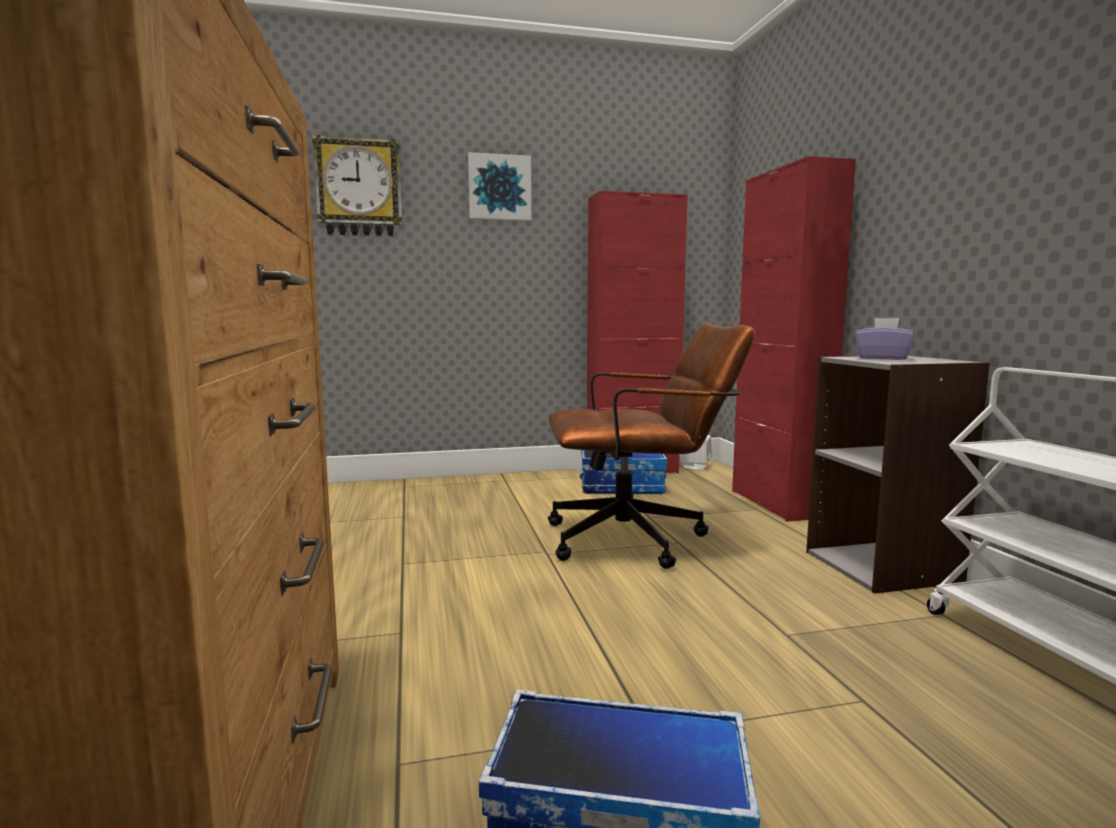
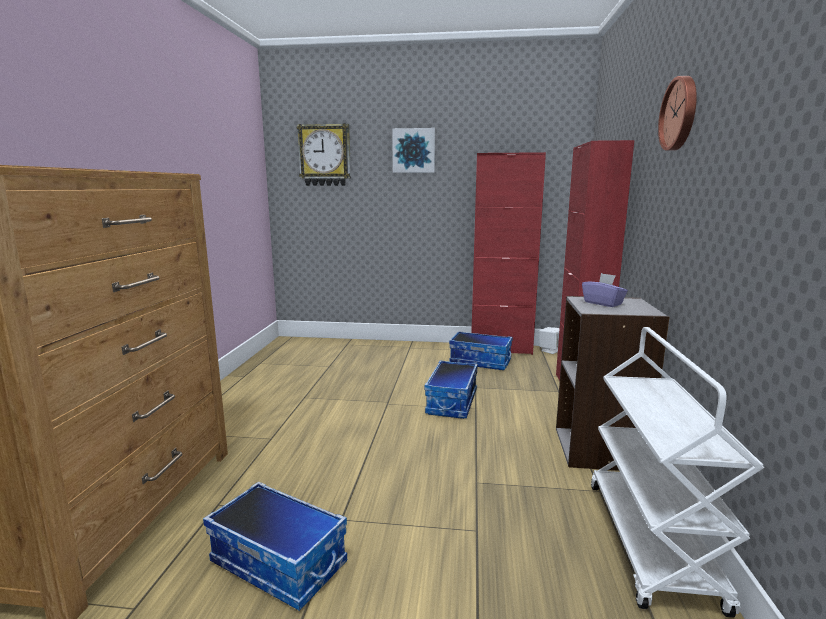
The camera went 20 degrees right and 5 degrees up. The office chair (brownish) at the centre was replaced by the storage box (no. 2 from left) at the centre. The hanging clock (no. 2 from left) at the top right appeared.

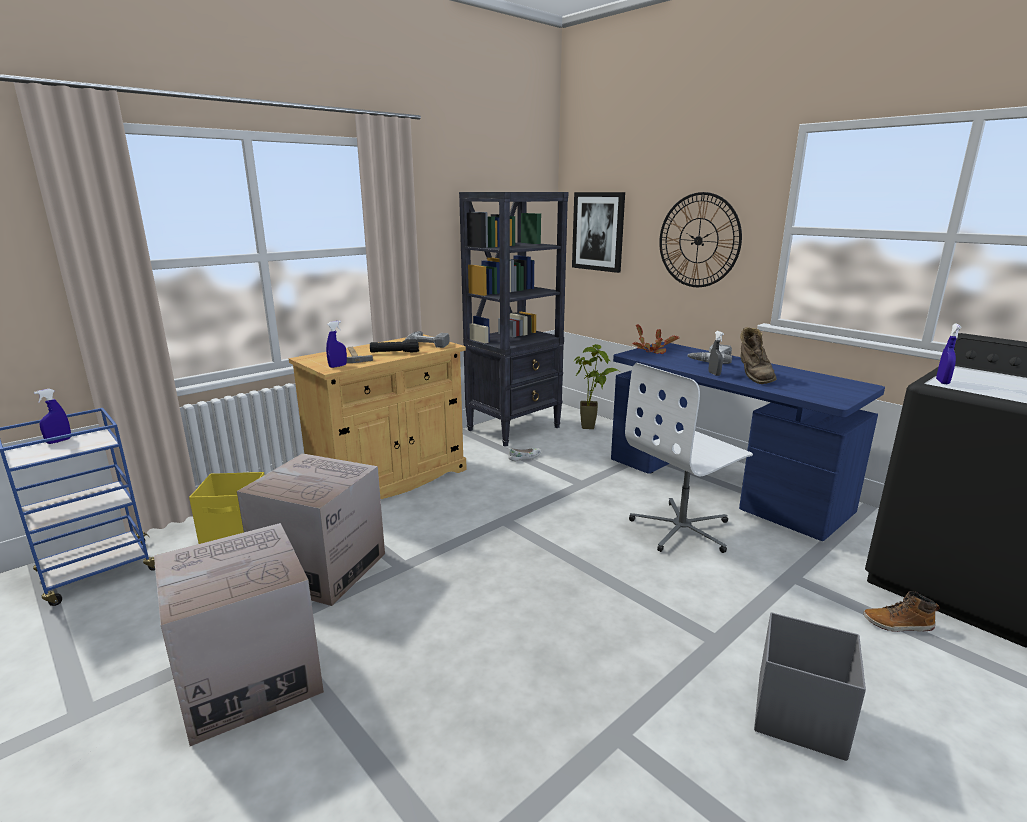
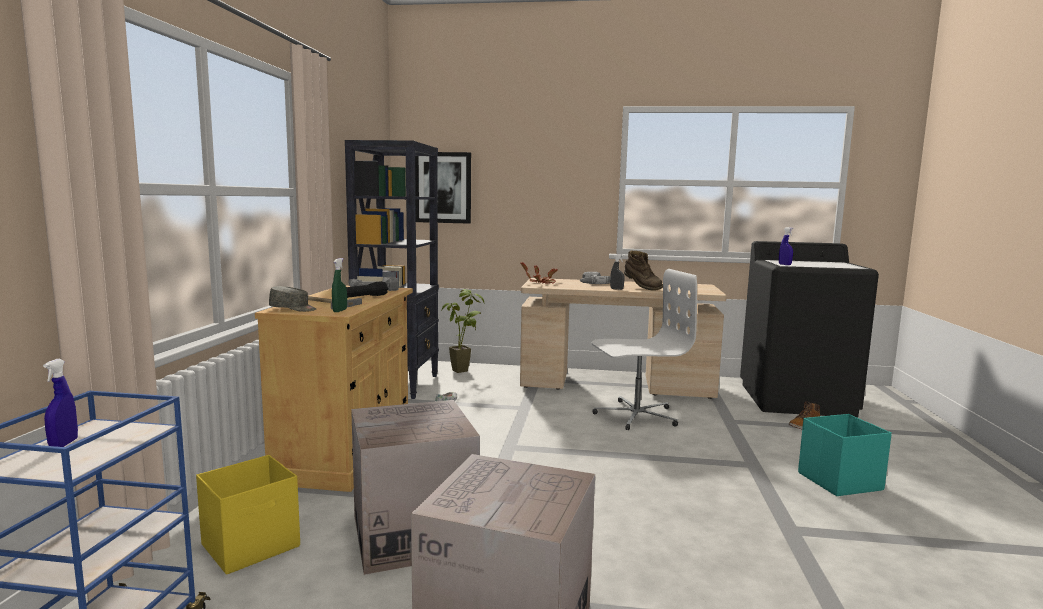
The camera went 40 degrees left and 10 degrees down. The hanging clock at the top right disappeared. The sprayer (blue) (no. 2 from left) at the middle left became the sprayer (green) at the middle left. The desk table (blue) at the middle right became the desk table (beige-coloured) at the centre. The office chair (white) at the middle right turned 120 degrees counterclockwise. The storage box (grey) at the bottom right became the storage box (turquoise) at the bottom right. The cap (grey) at the middle left appeared.

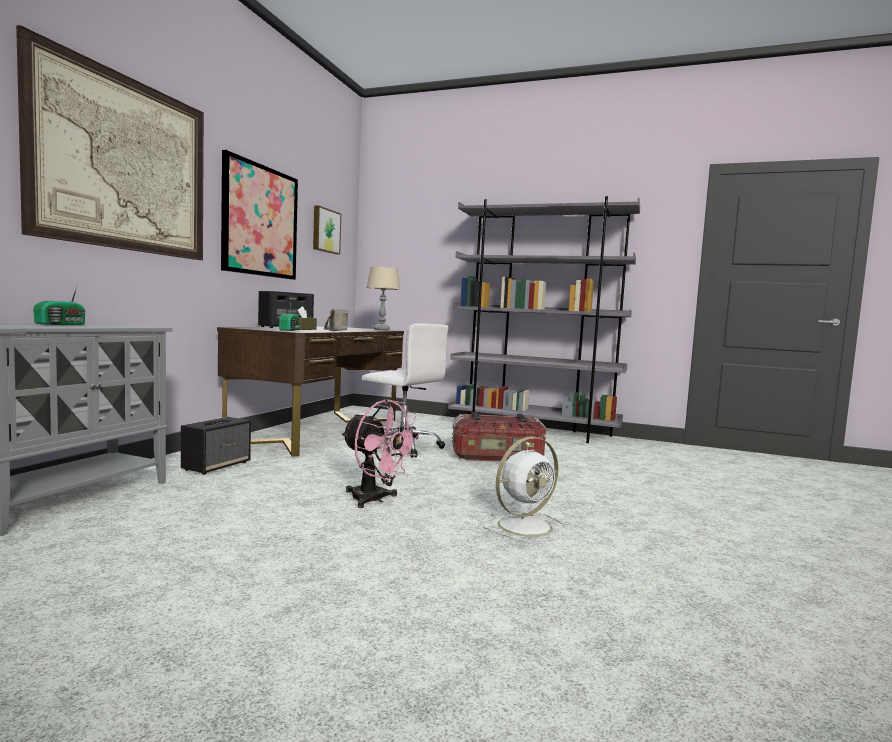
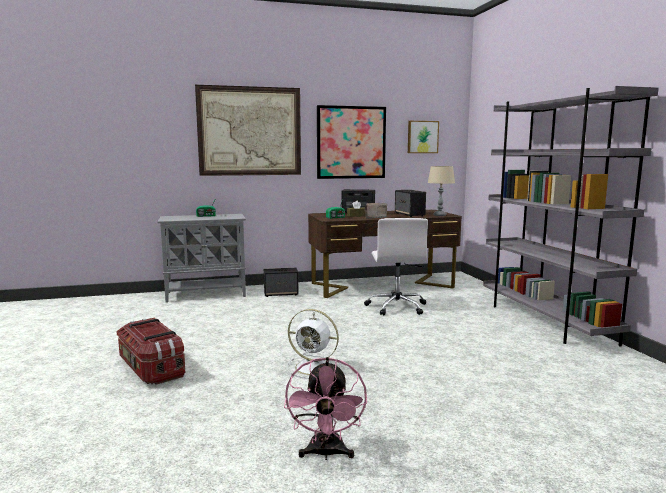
The camera went 55 degrees right and 5 degrees up. The fan (pinkish) moved from the centre to the bottom centre. The storage box moved from the centre to the bottom left. The speaker (no. 3 from left) at the centre appeared.

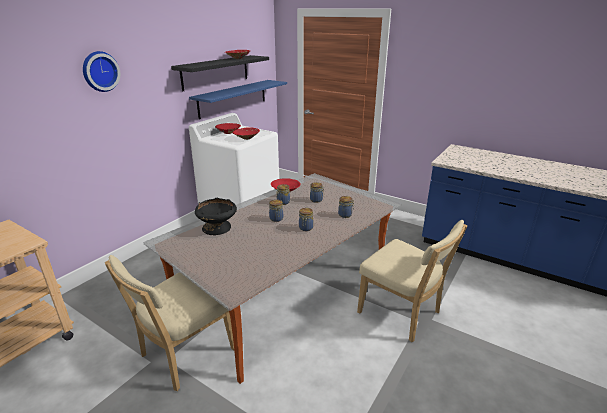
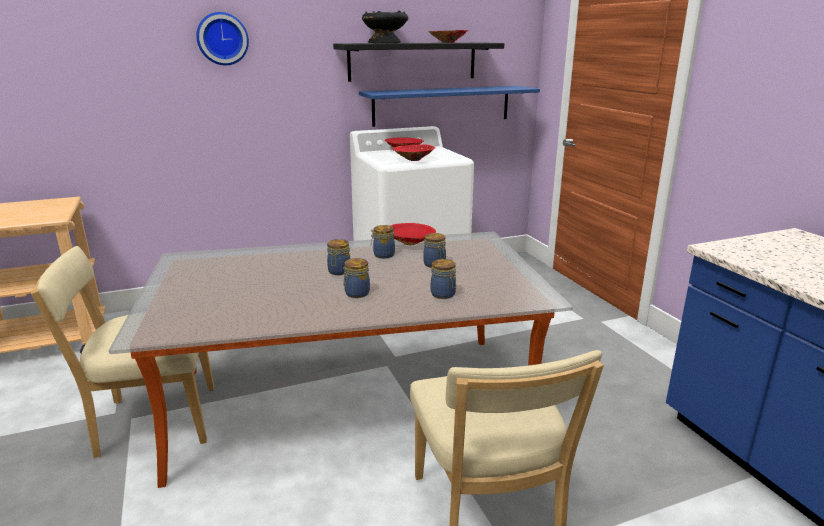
The camera went 35 degrees right and 5 degrees down. The deep dish (black) moved from the centre to the top centre.

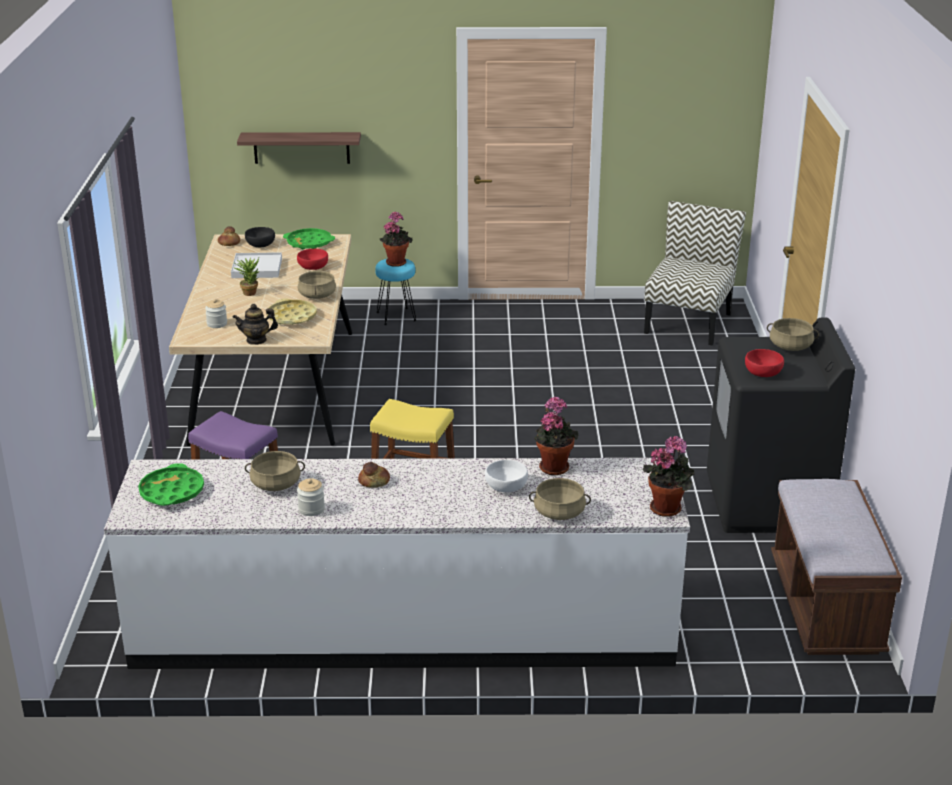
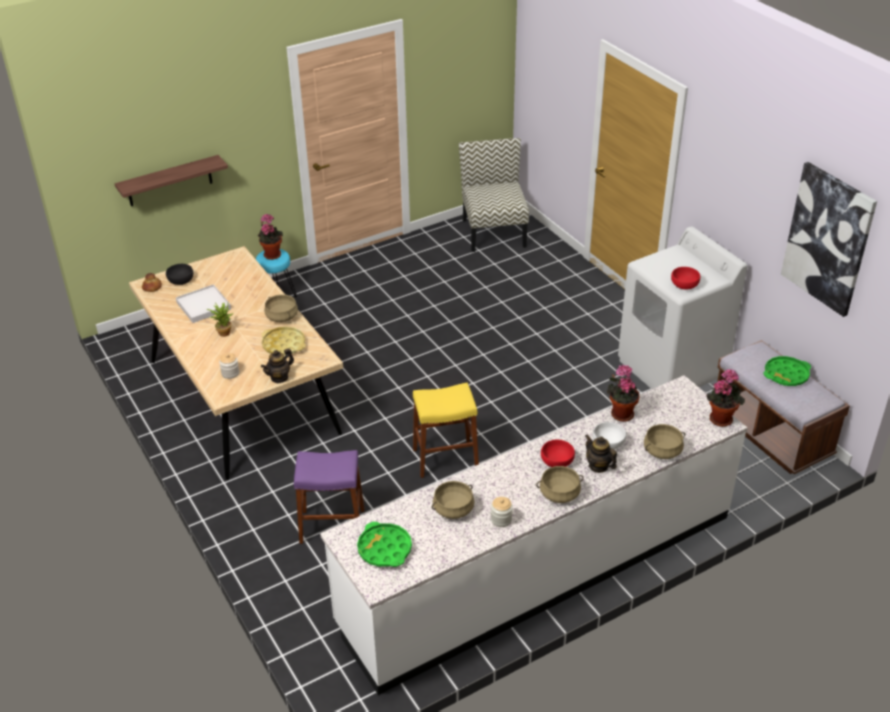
The camera went 30 degrees left and 10 degrees up. The serving tray (green) (no. 2 from left) moved from the top left to the middle right. The deep dish (red-coloured) (no. 1 from left) moved from the top left to the centre. The laundry appliance (black) at the middle right became the laundry appliance (white) at the middle right. The saucepot (beige-coloured) (no. 4 from left in the first image) moved from the middle right to the bottom centre. The bakery bread (no. 2 from left) at the centre disappeared. The wall picture at the middle right appeared. The pot for tea (no. 2 from left) at the middle right appeared.

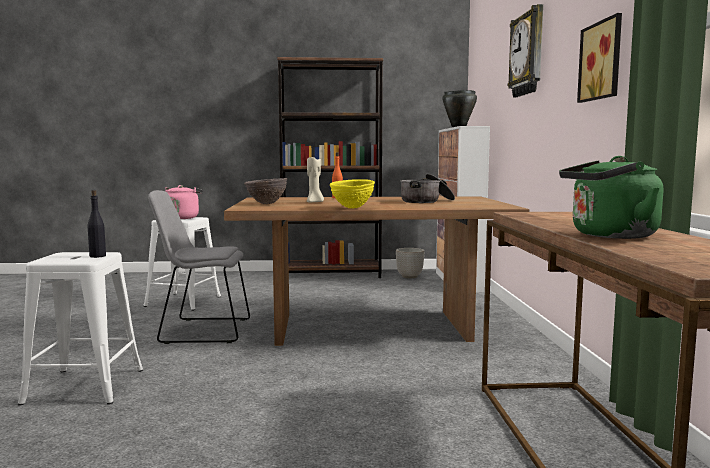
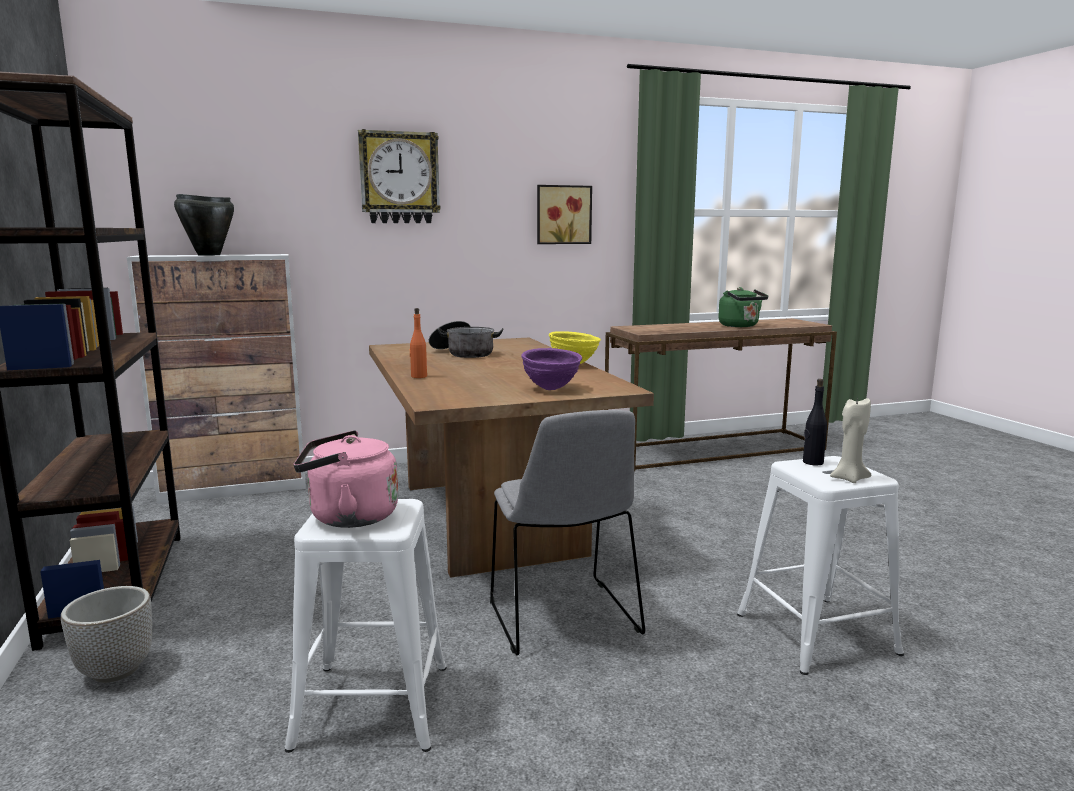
The camera went 105 degrees left and 5 degrees up. The wax candle (beige-coloured) moved from the centre to the middle right. The deep dish (brownish) at the centre became the deep dish (purple-coloured) at the centre. The flower pot moved from the centre to the bottom left.

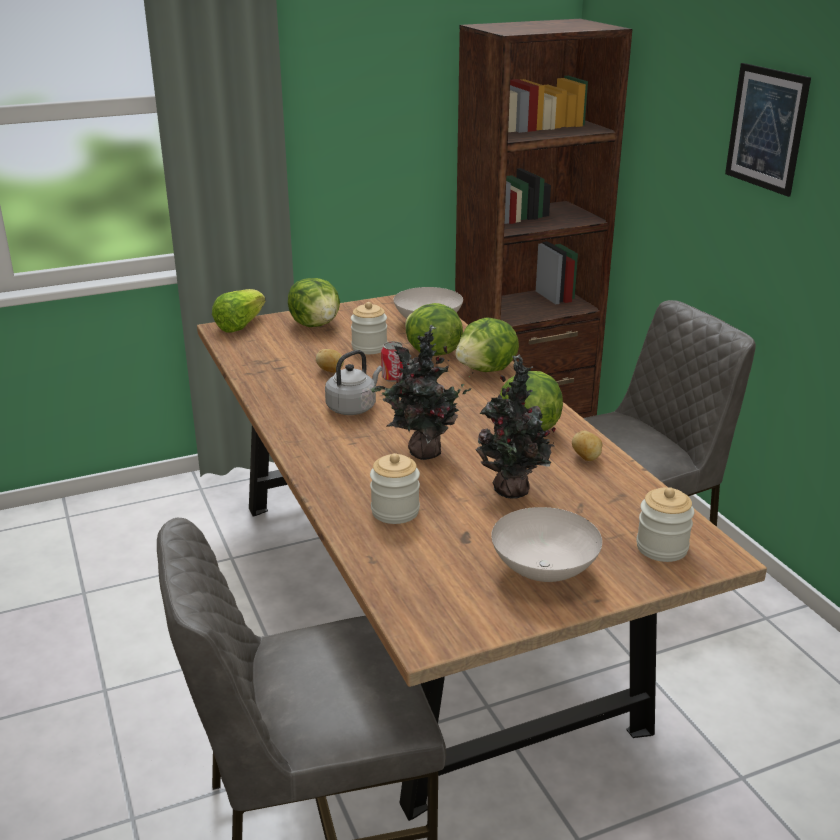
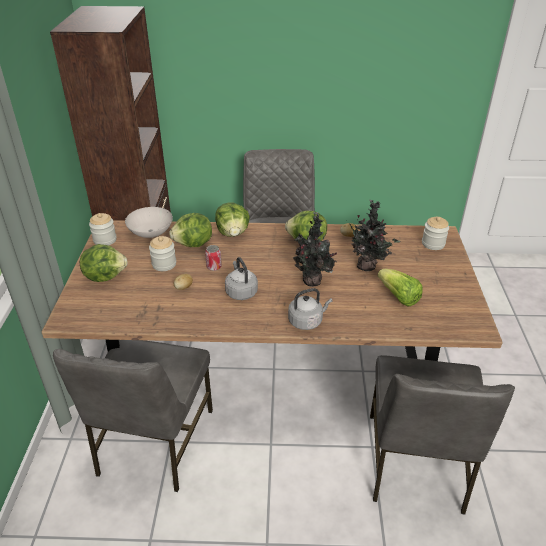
The camera went 65 degrees left and 10 degrees up. The wall picture at the top right disappeared. The lettuce head (no. 1 from left in the first image) moved from the middle left to the middle right. The jar (no. 2 from left in the first image) moved from the centre to the middle left. The deep dish (white) (no. 2 from left) at the centre disappeared. The kettle (grey) (no. 2 from left) at the centre appeared. The plain chair (grey) (no. 1 from left) at the bottom left appeared.

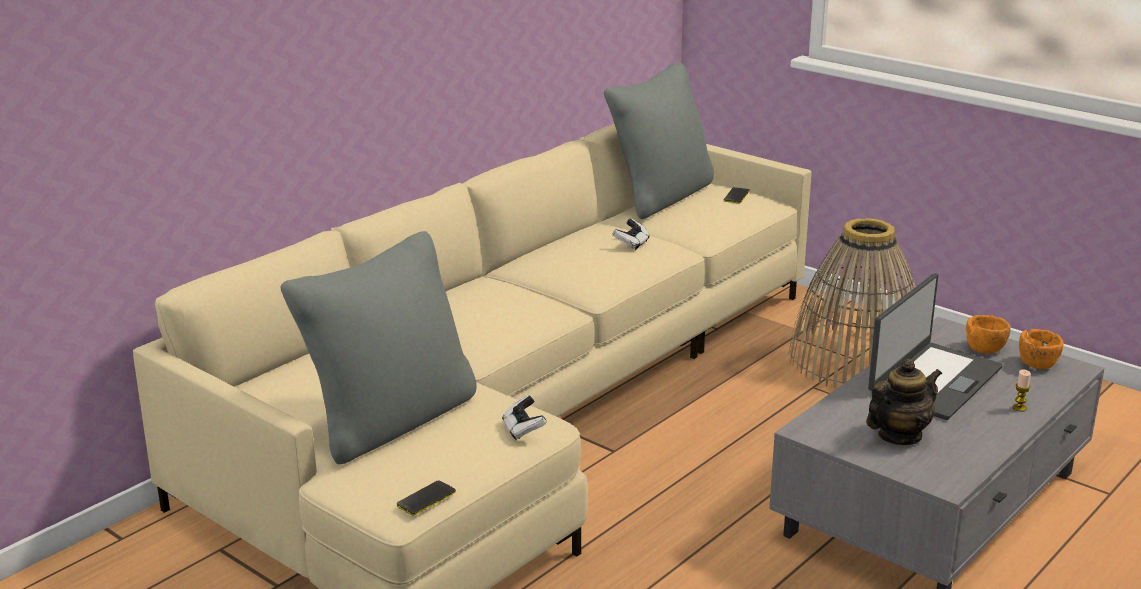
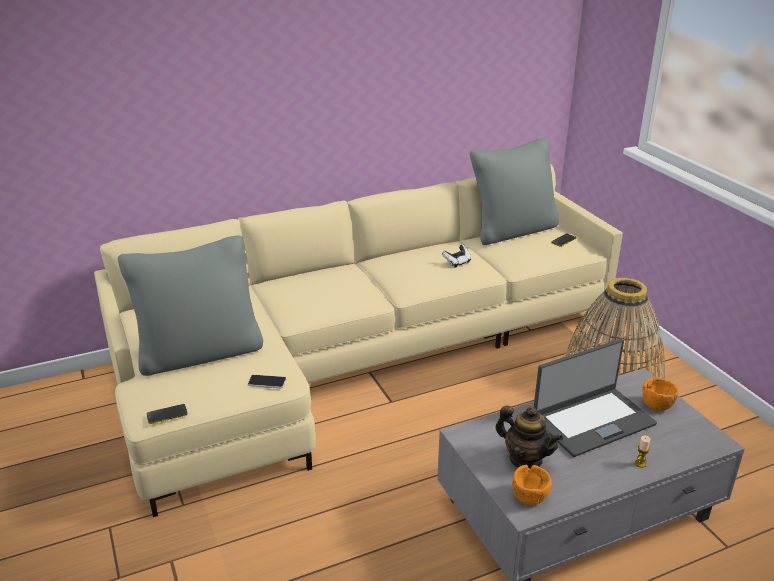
The camera went 25 degrees right and 5 degrees up. The deep dish (orangey) (no. 2 from left in the first image) moved from the middle right to the bottom right. The pot for tea at the bottom right turned 45 degrees clockwise. The joypad (no. 1 from left) at the bottom centre was replaced by the phone (no. 2 from left) at the centre.

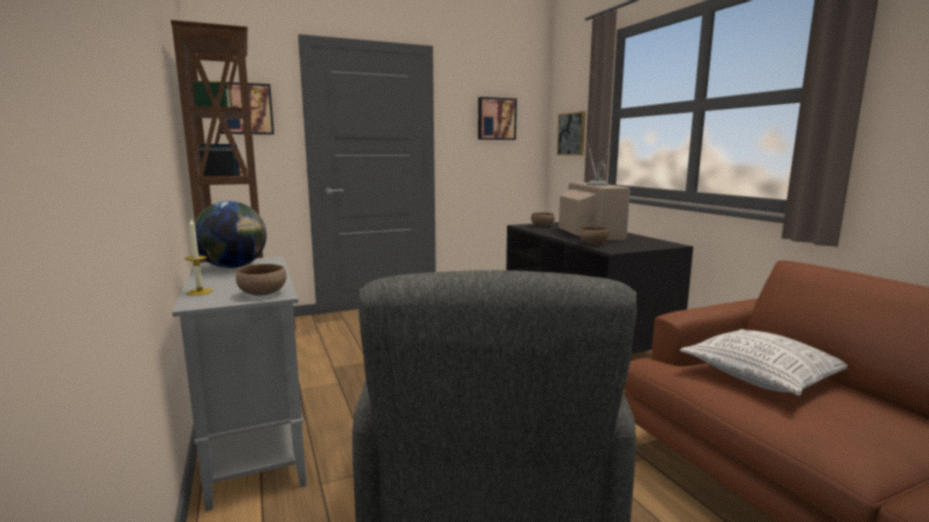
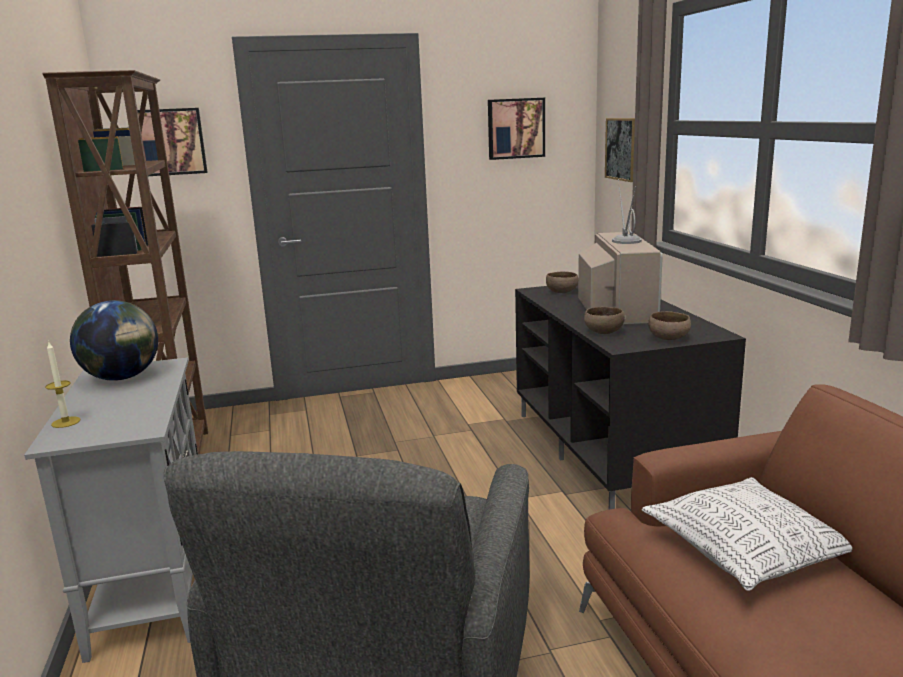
The camera went 10 degrees right and 5 degrees up. The deep dish (brownish) (no. 1 from left in the first image) moved from the middle left to the middle right.

